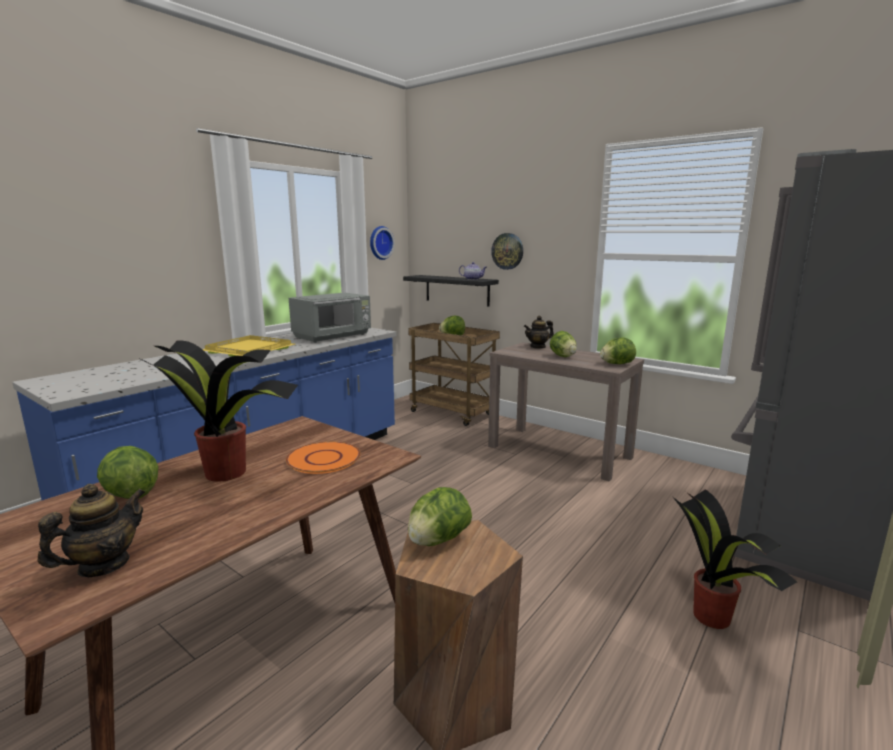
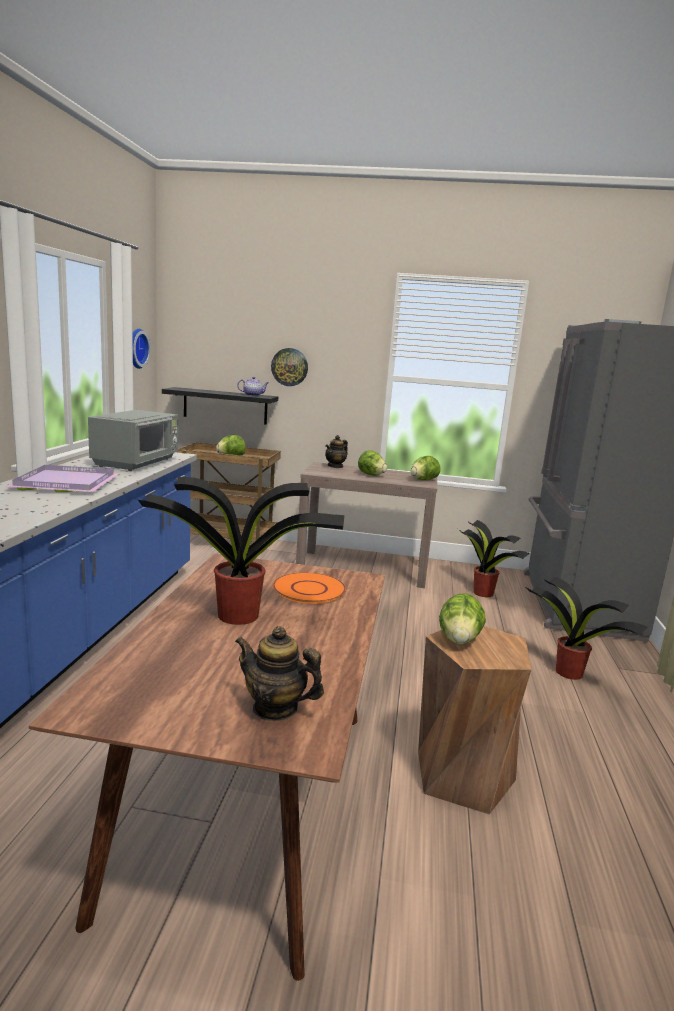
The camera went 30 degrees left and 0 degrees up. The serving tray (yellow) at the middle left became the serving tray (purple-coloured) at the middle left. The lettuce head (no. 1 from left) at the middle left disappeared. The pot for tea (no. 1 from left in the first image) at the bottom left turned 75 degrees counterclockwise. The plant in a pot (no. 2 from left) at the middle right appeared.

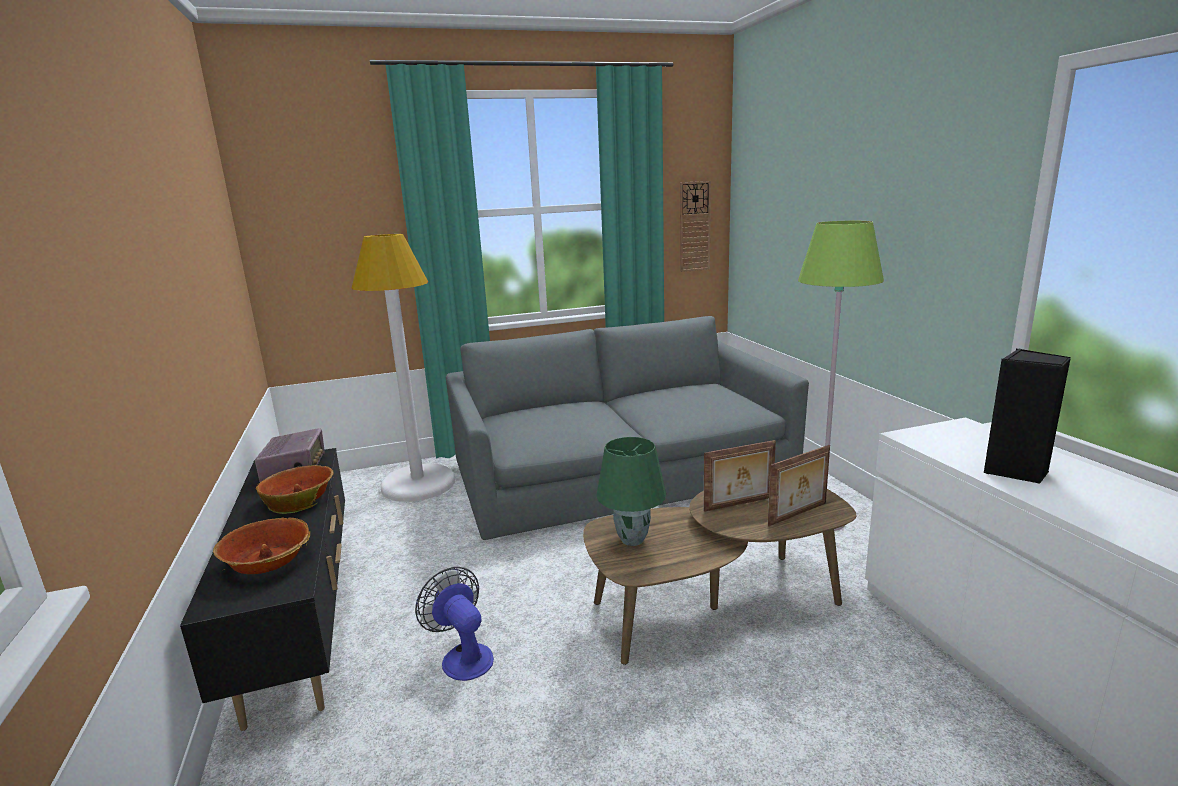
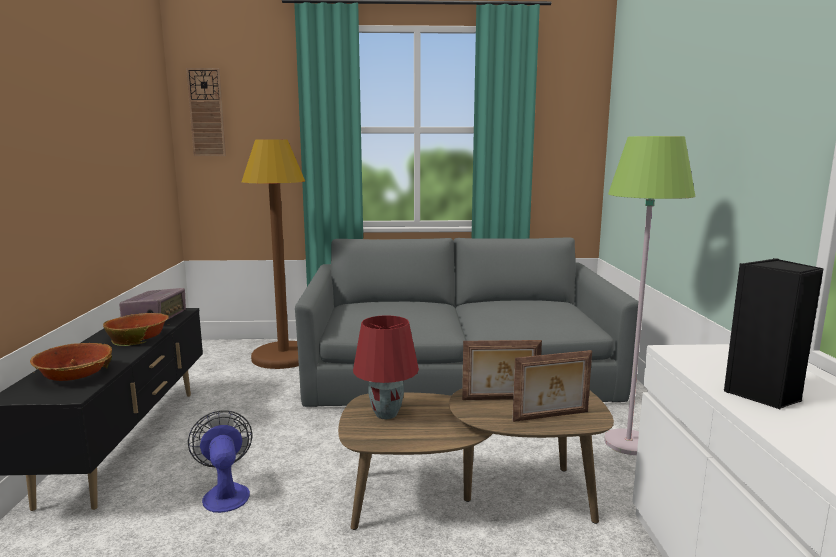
The camera went 15 degrees right and 5 degrees down. The hanging clock moved from the top centre to the top left. The standard lamp (white) at the centre became the standard lamp (brownish) at the middle left. The table lamp (green) at the centre became the table lamp (red-coloured) at the centre.

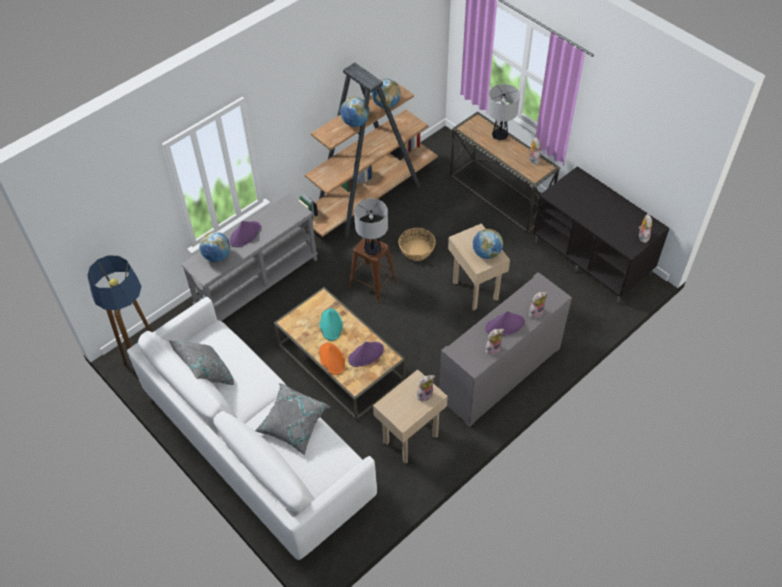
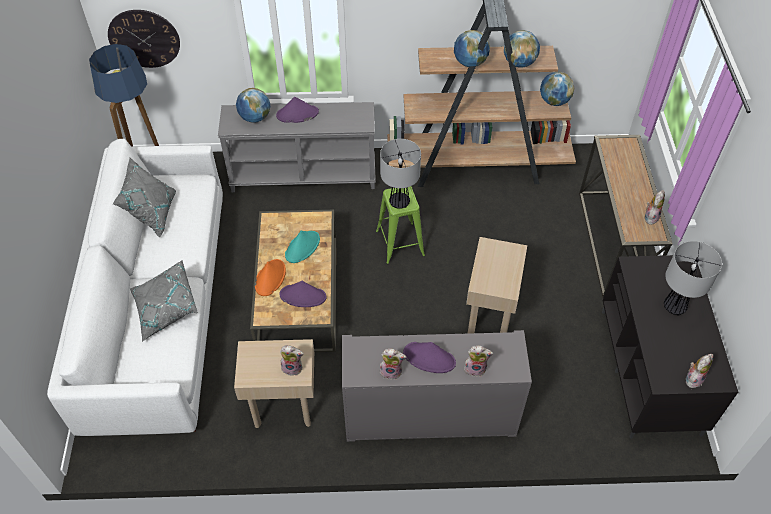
The camera went 40 degrees right and 0 degrees up. The table lamp (no. 2 from left) moved from the top centre to the middle right. The household basket at the centre disappeared. The desk globe (no. 4 from left) moved from the centre to the top right. The stool seat (brownish) at the centre became the stool seat (green) at the centre. The hanging clock at the top left appeared.

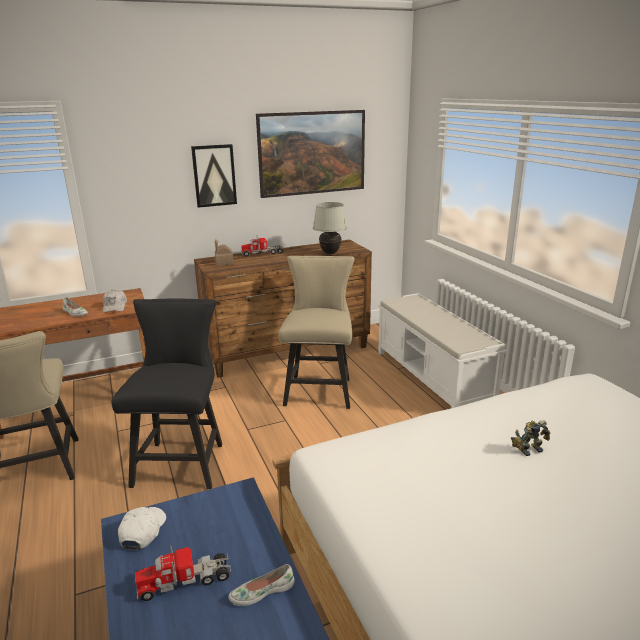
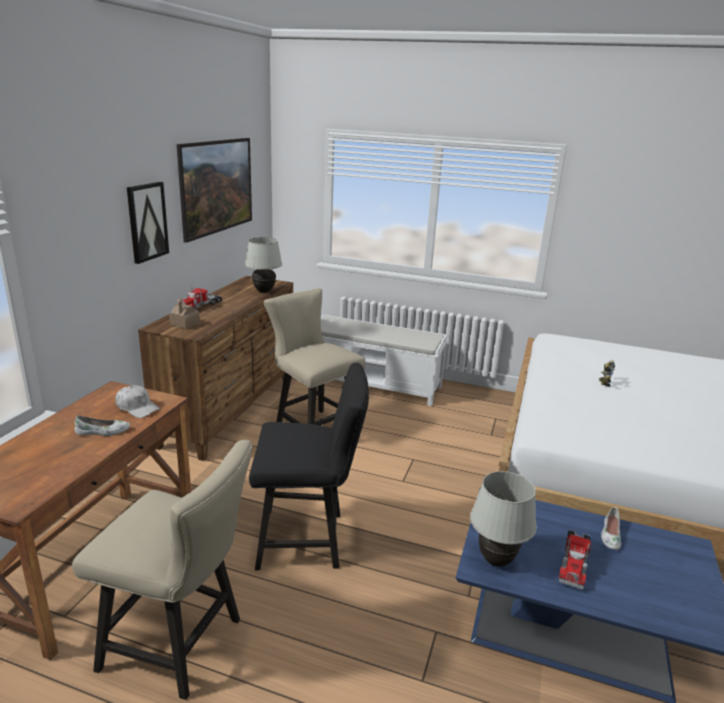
The camera went 50 degrees left and 0 degrees up. The plain chair (black) at the middle left turned 135 degrees clockwise. The cap (white) (no. 2 from left) at the bottom left was replaced by the table lamp (white) (no. 2 from left) at the bottom right.

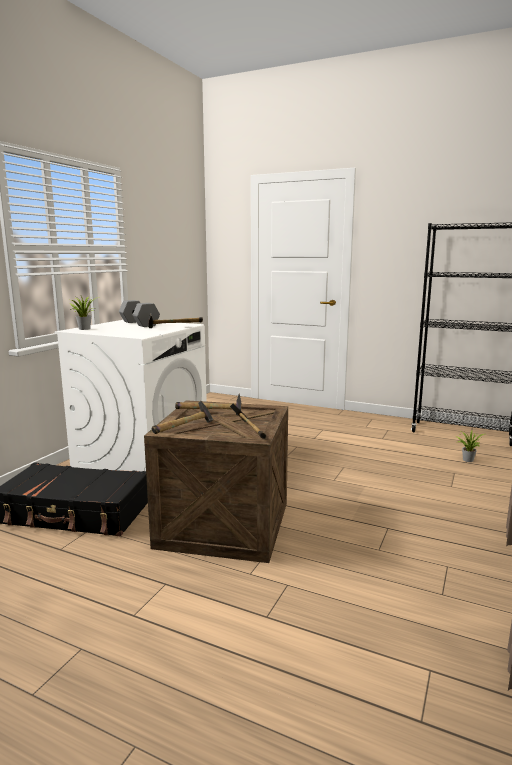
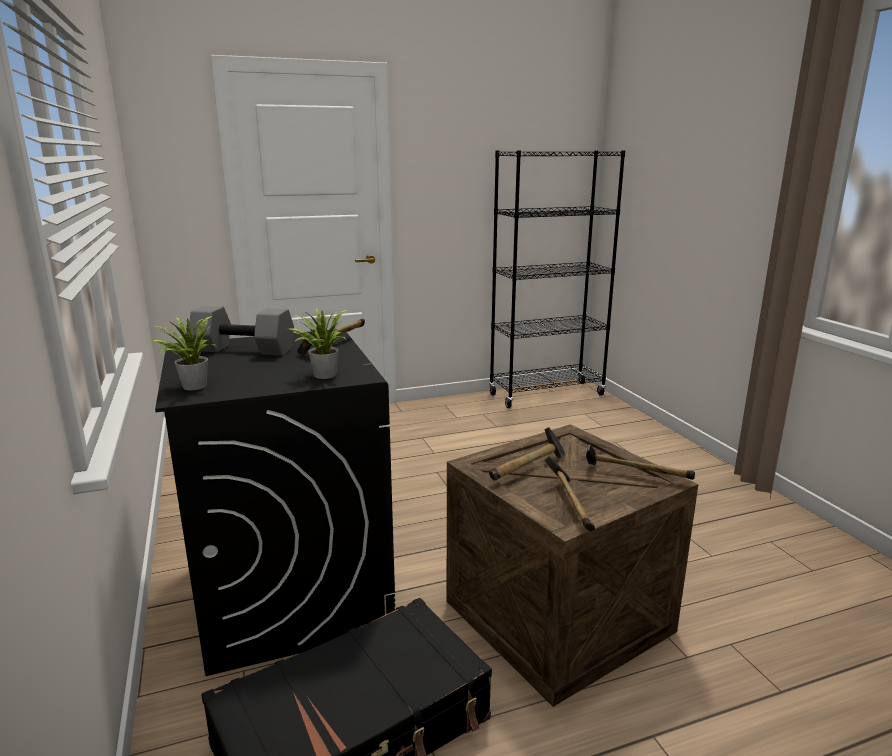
The camera went 45 degrees left and 5 degrees up. The laundry appliance (white) at the middle left became the laundry appliance (black) at the middle left. The plant in a pot (no. 2 from left) moved from the middle right to the centre.

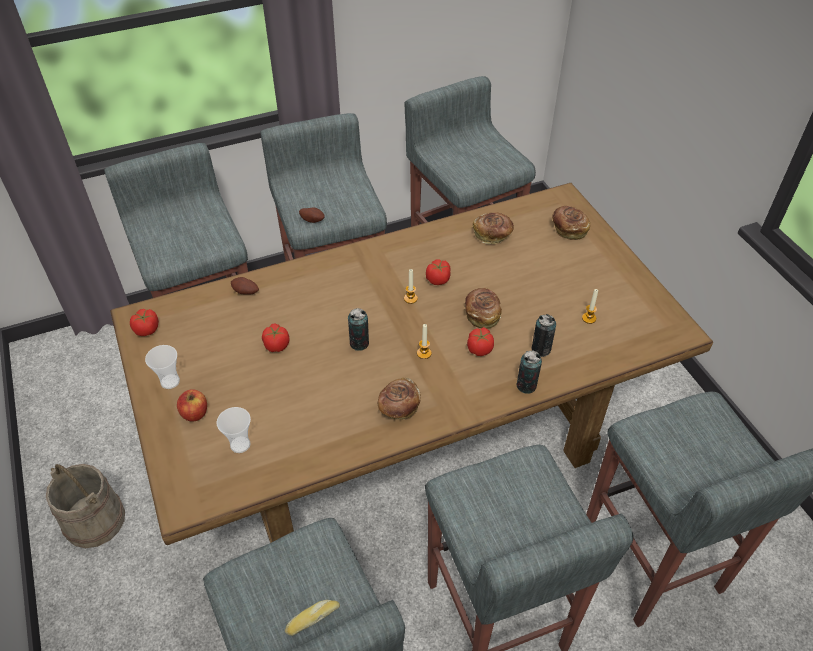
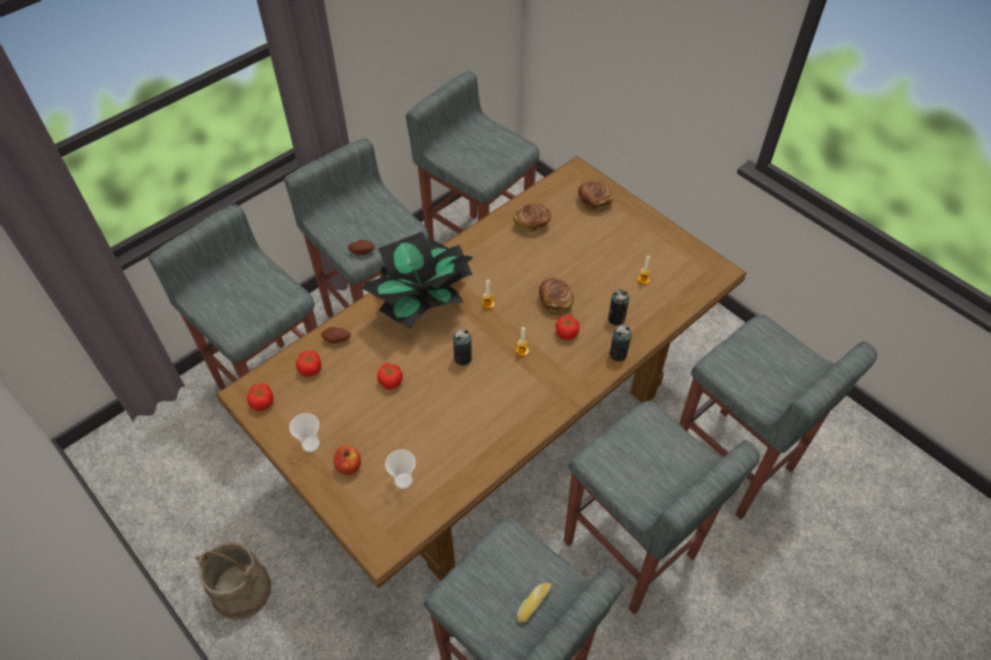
The camera went 20 degrees left and 5 degrees up. The fresh tomato (no. 3 from left in the first image) moved from the centre to the middle left. The bakery bread (no. 2 from left) at the centre disappeared. The plant in a pot at the centre appeared.

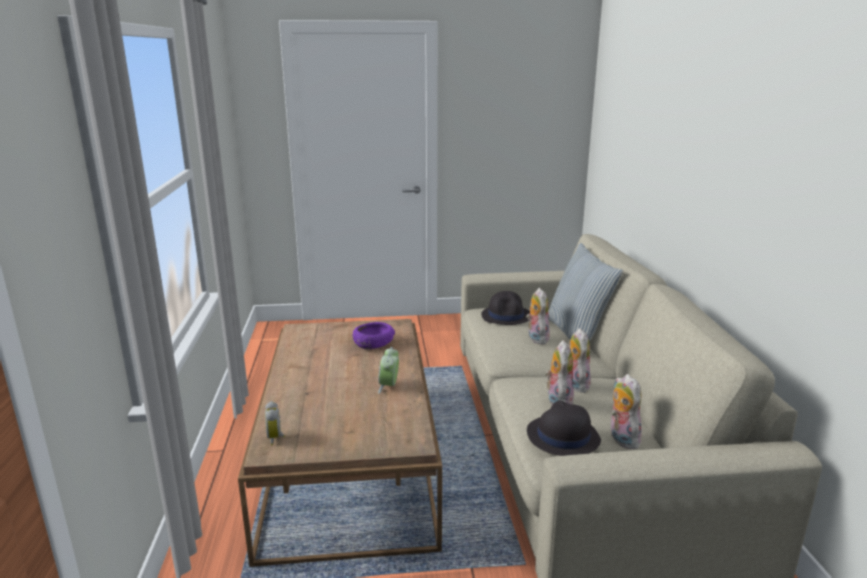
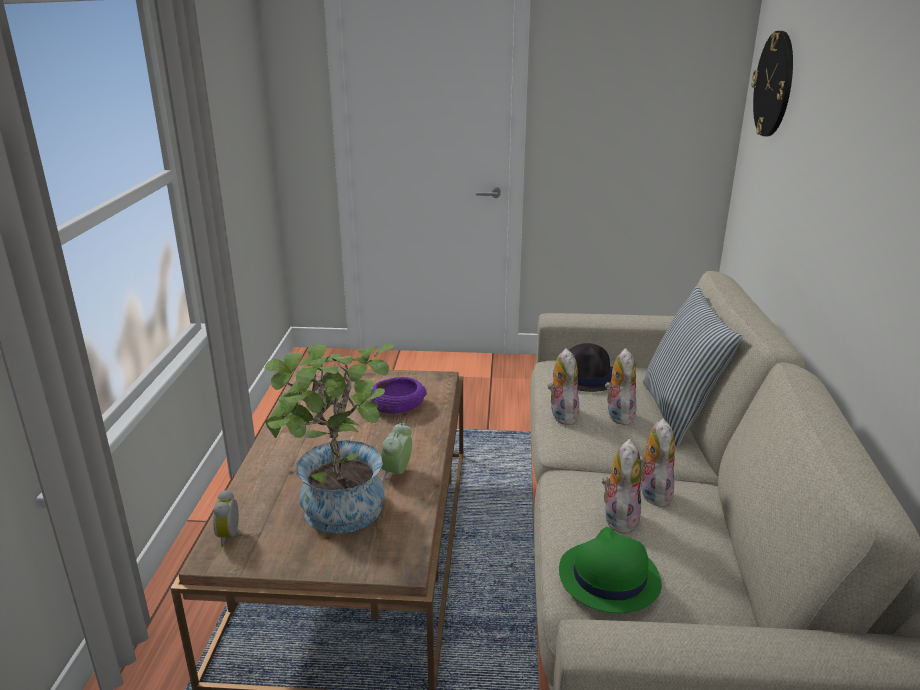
The camera went 10 degrees right and 5 degrees up. The cuddly toy (no. 4 from left in the first image) moved from the bottom right to the centre. The hat (black) (no. 2 from left) at the bottom centre became the hat (green) at the bottom centre. The hanging clock at the top right appeared. The plant in a pot at the centre appeared.

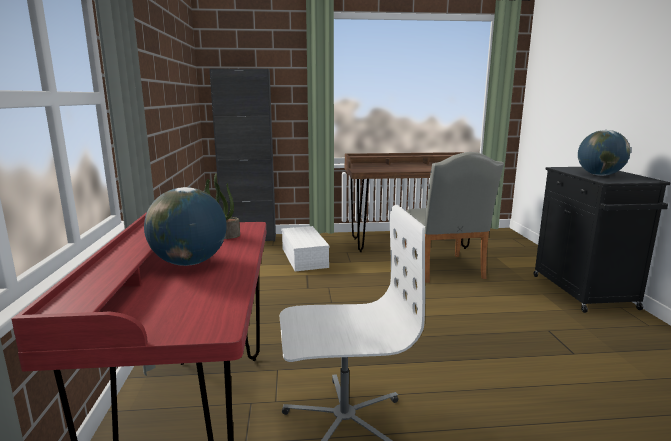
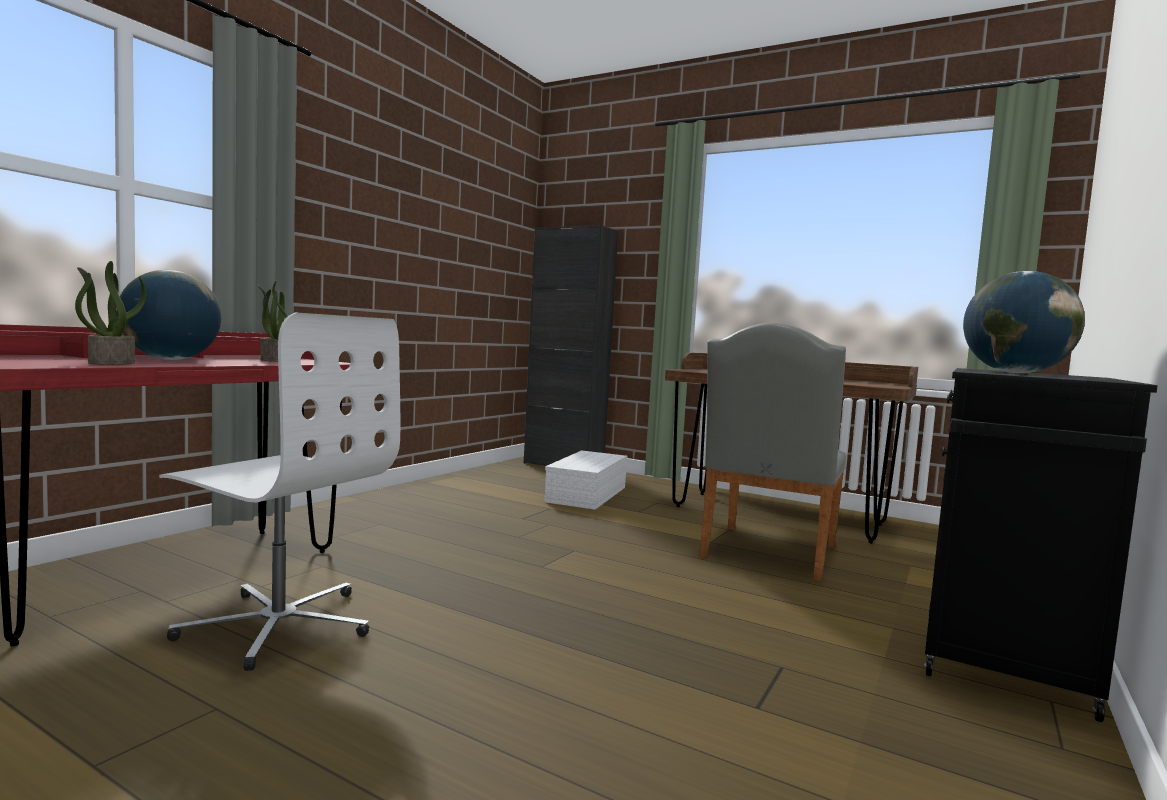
The camera went 35 degrees right and 10 degrees down. The plant in a pot (no. 1 from left) at the middle left appeared.

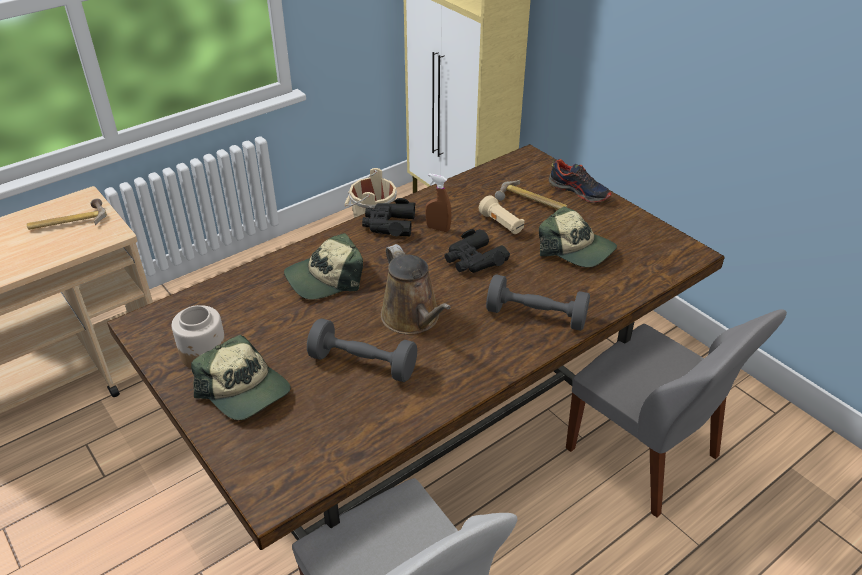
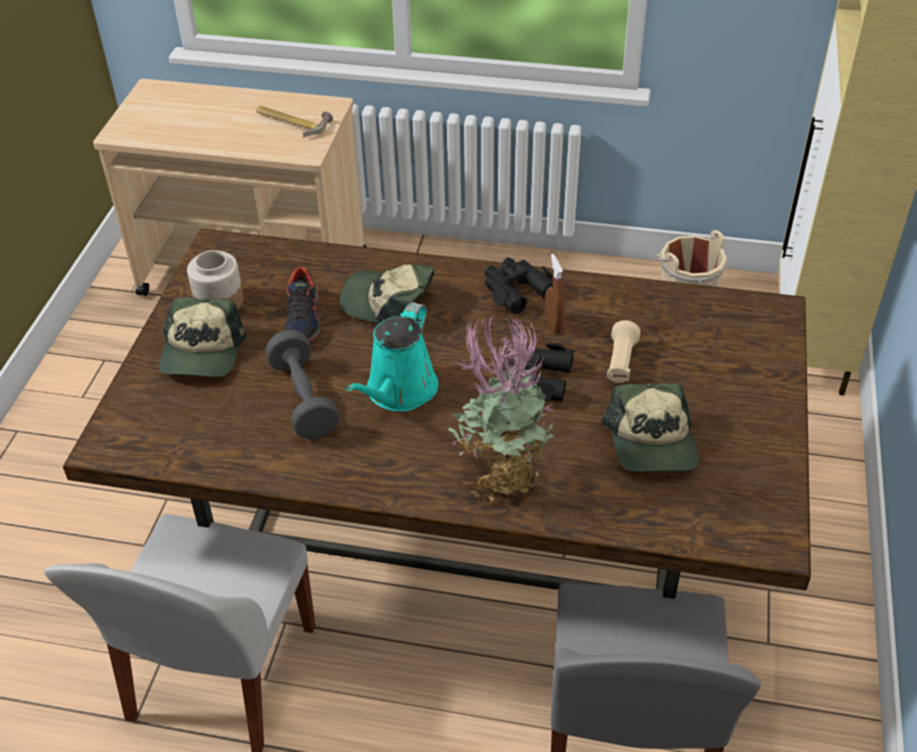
The camera went 50 degrees right and 5 degrees up. The shoe moved from the top right to the middle left. The hand hammer (no. 2 from left) at the centre disappeared. The sprinkling can (brownish) at the centre became the sprinkling can (turquoise) at the centre. The hand weight (grey) (no. 2 from left) at the centre was replaced by the plant in a pot at the centre.

